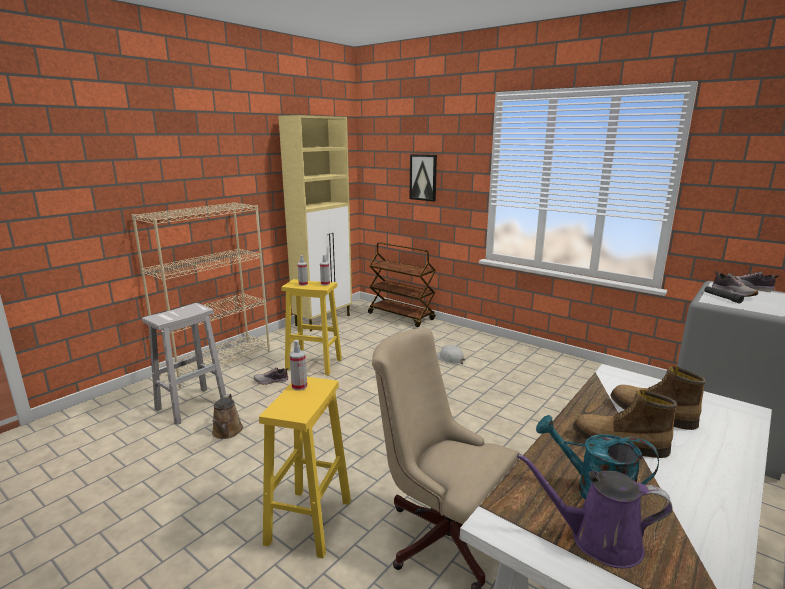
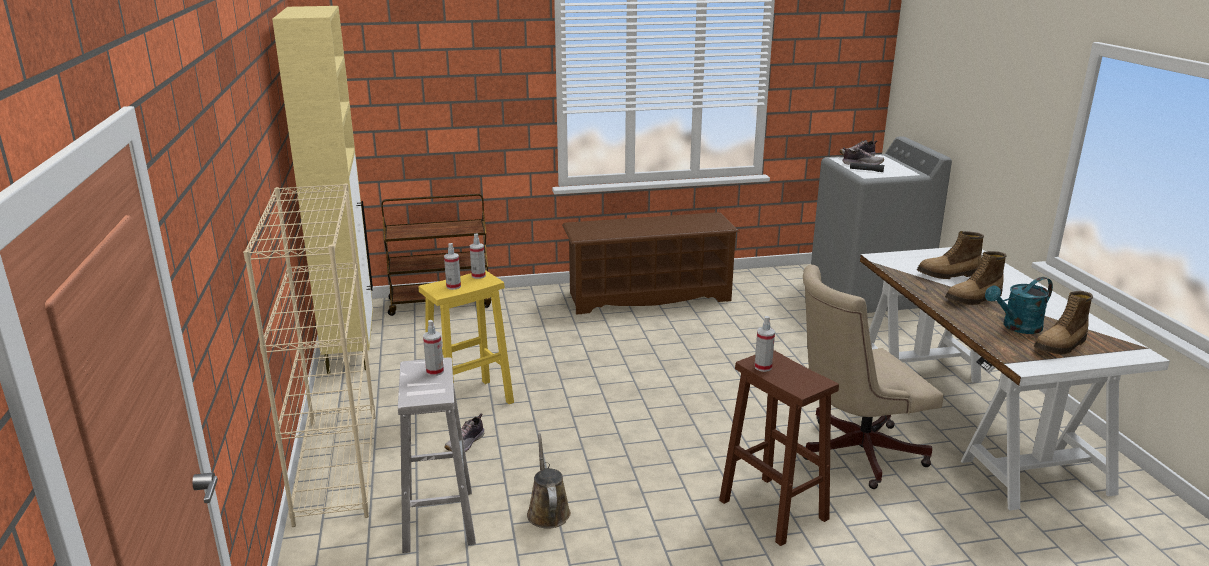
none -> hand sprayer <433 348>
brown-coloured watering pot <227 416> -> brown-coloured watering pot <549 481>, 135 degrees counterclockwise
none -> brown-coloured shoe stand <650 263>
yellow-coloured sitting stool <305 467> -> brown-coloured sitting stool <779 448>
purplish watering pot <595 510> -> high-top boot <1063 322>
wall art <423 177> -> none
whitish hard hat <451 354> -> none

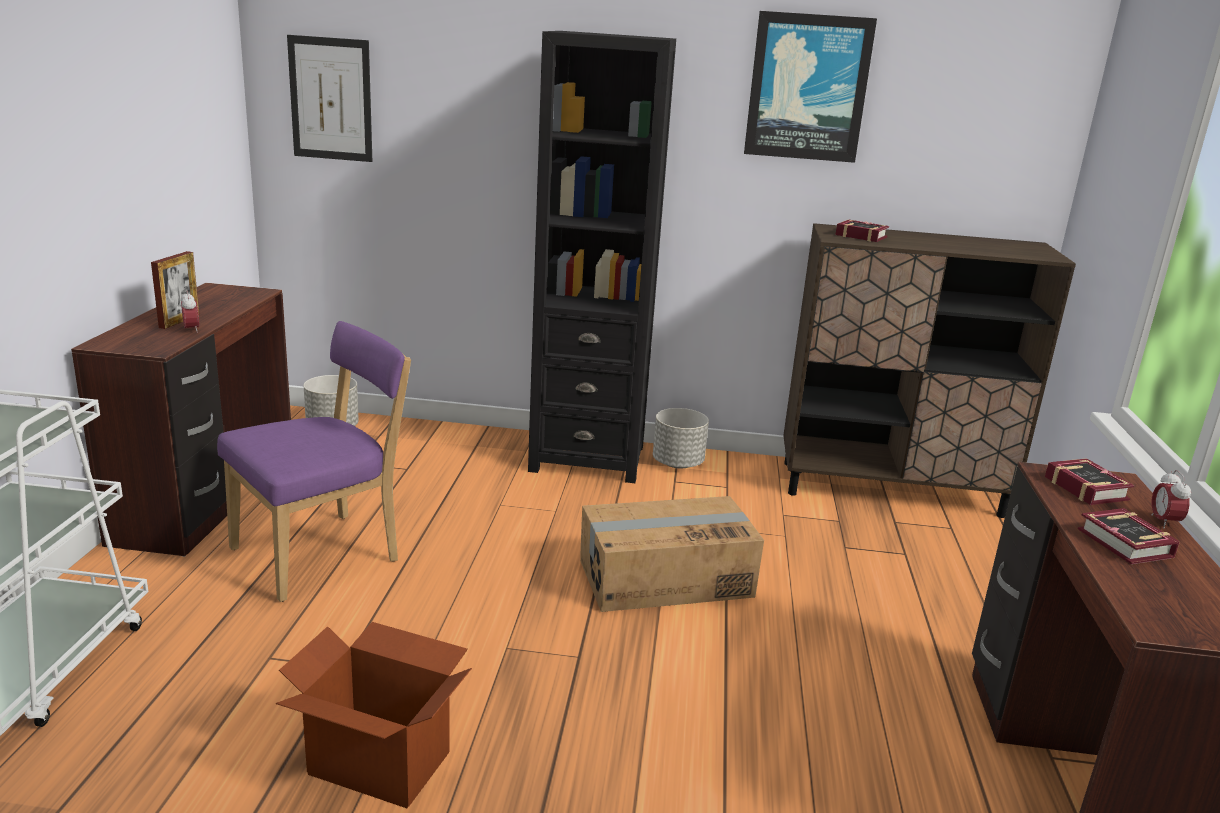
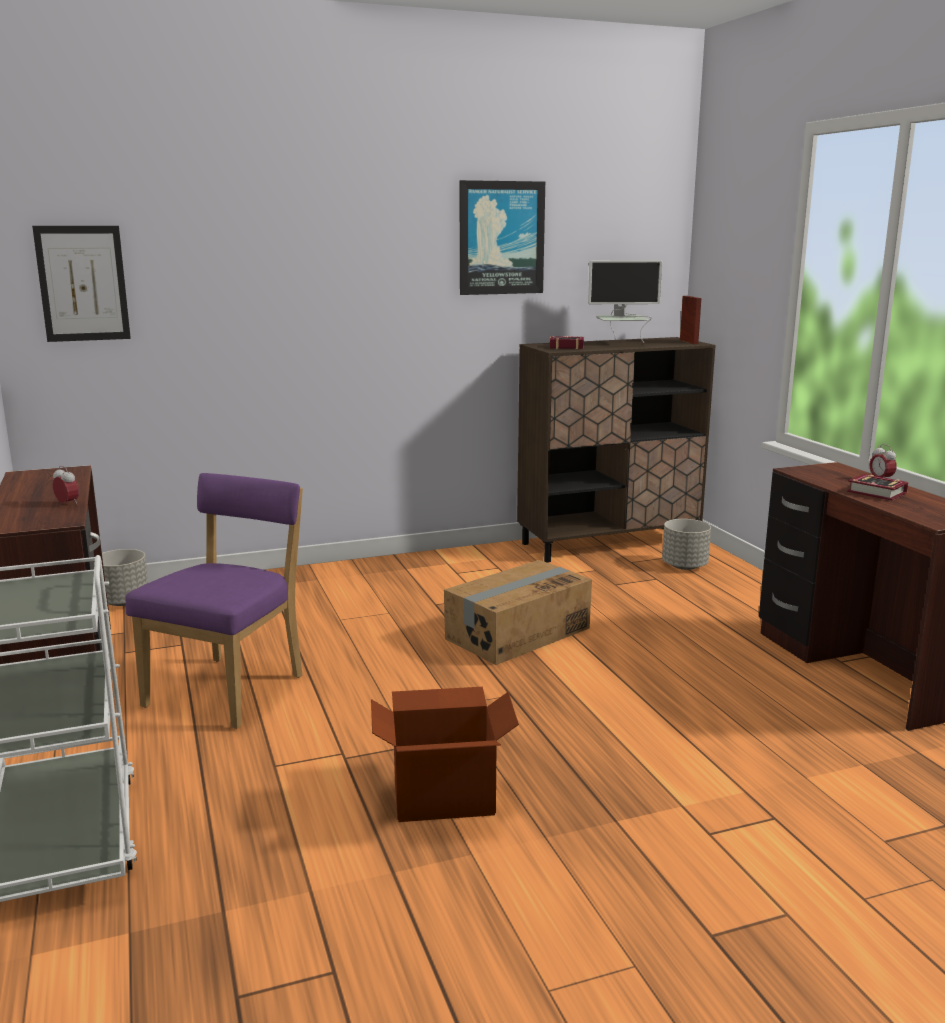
none -> computer screen <625 301>
grey plant pot <681 438> -> grey plant pot <686 544>, relocated
photo frame <175 290> -> photo frame <690 320>, relocated
black bookcase <602 257> -> none
volume <1089 481> -> none

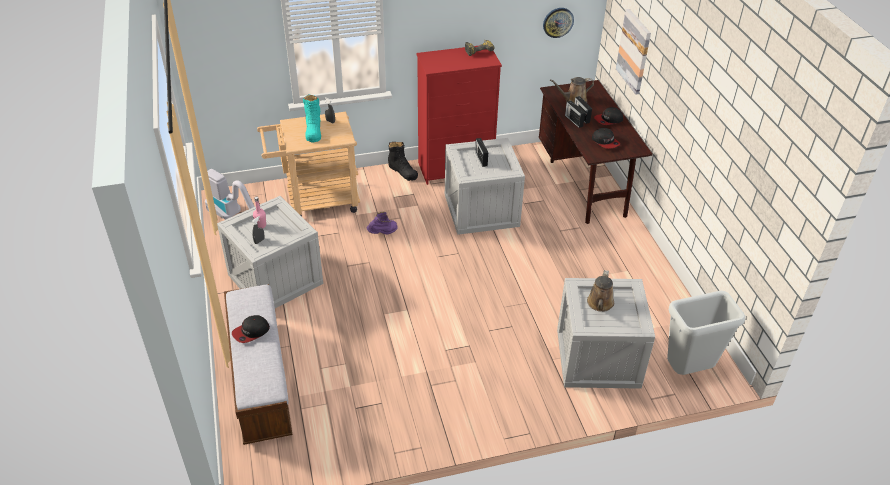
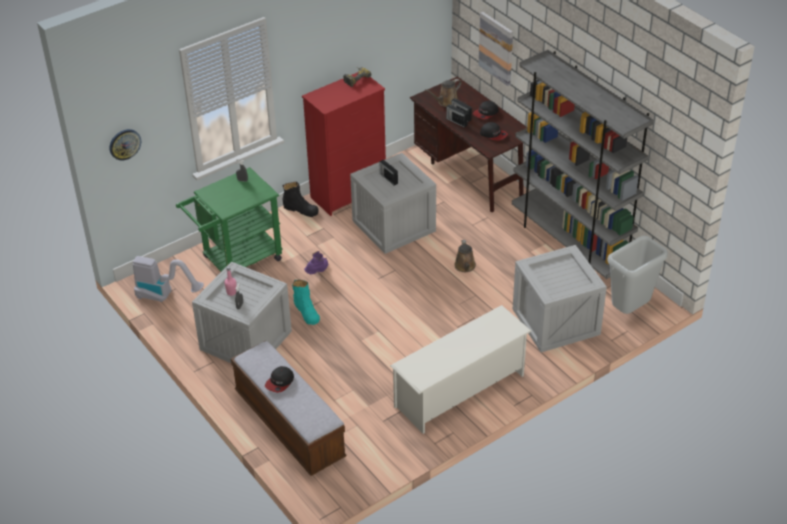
clock on the wall <558 23> -> clock on the wall <125 144>, relocated
beige-coloured wheeled cart <308 164> -> green-coloured wheeled cart <229 219>
blue-green high-top boot <312 118> -> blue-green high-top boot <306 302>, relocated
none -> whitish shoe stand <460 369>
brown-coloured watering pot <600 291> -> brown-coloured watering pot <465 256>, relocated
none -> grey bookcase <582 164>

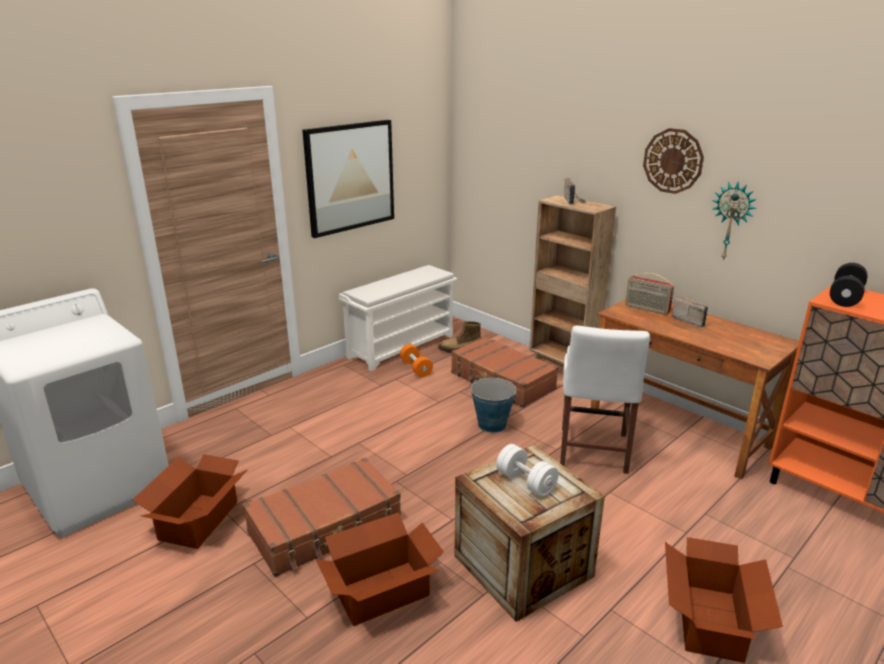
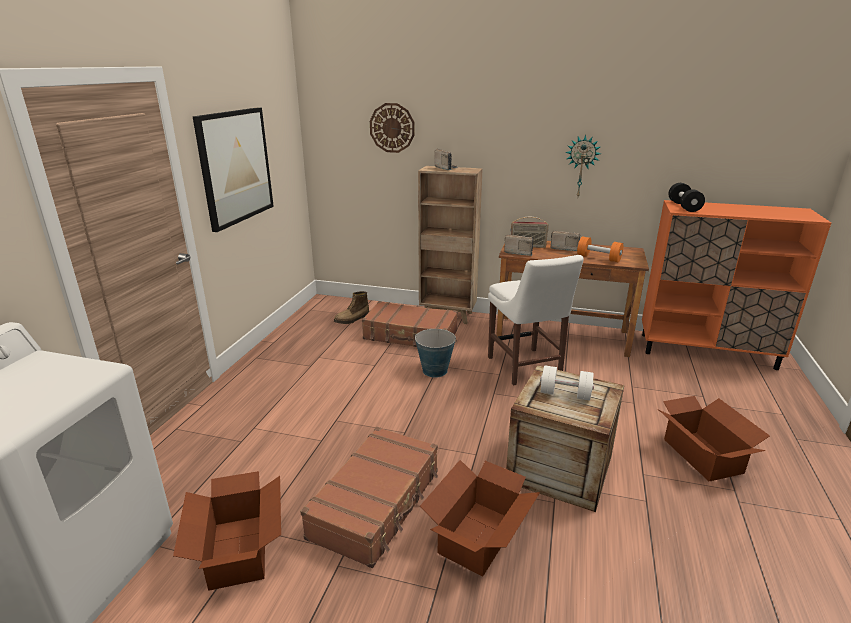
clock on the wall <673 161> -> clock on the wall <392 128>, relocated
none -> radio receiver <518 245>
orangey free weight <416 360> -> orangey free weight <600 249>, relocated
whitish shoe stand <398 318> -> none

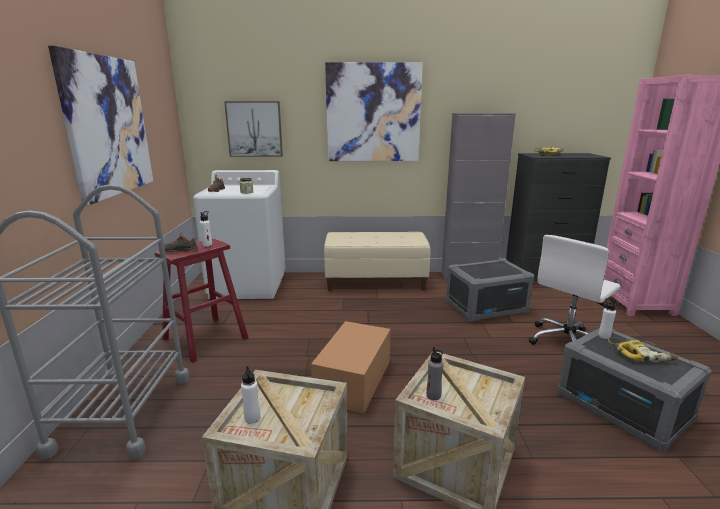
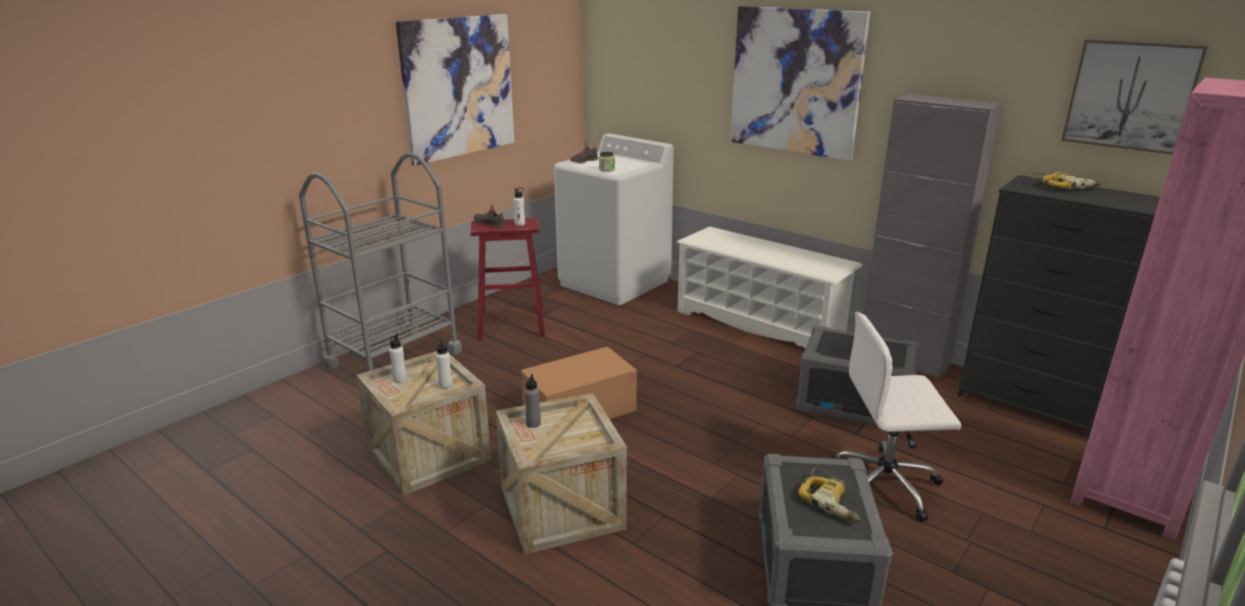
whitish beverage bottle <607 318> -> whitish beverage bottle <444 363>, relocated
beige-coloured long seat <377 261> -> whitish shoe stand <770 288>
wall art <253 129> -> wall art <1134 97>, relocated

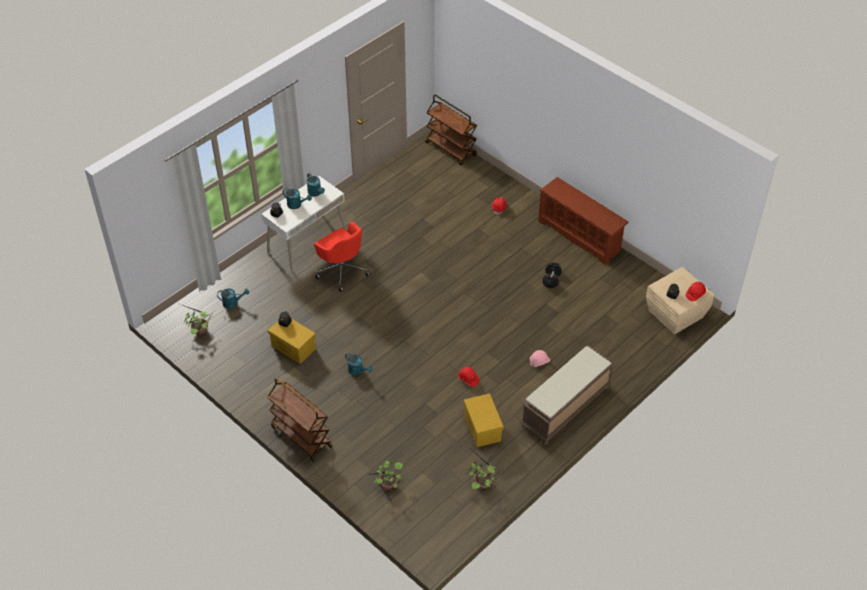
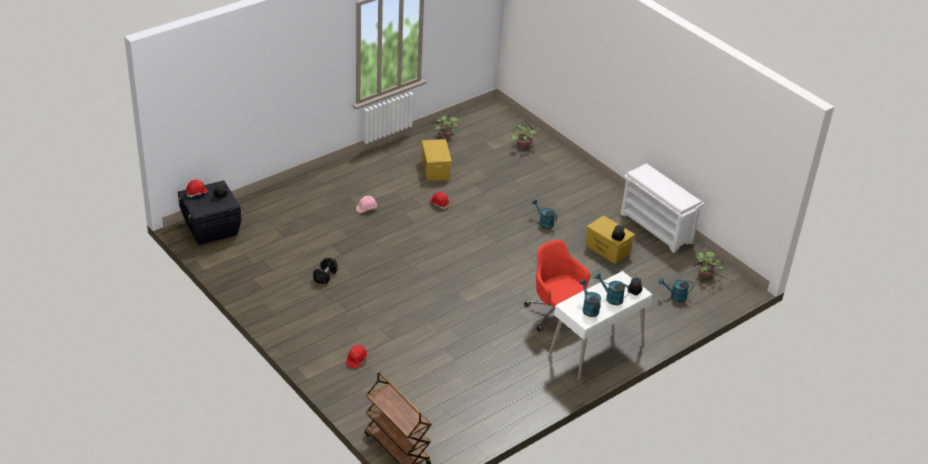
beige-coloured storage bin <680 300> -> black storage bin <209 212>
none -> whitish long seat <662 208>
brown-coloured wheeled cart <299 419> -> none
brown-coloured long seat <567 395> -> none
brown-coloured shoe stand <583 221> -> none

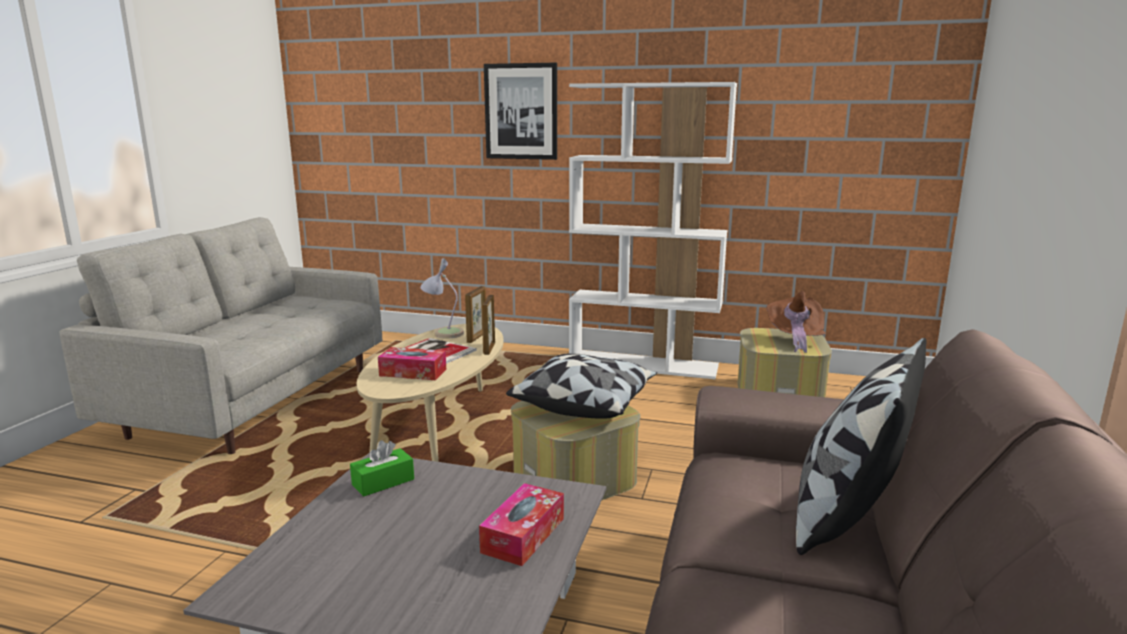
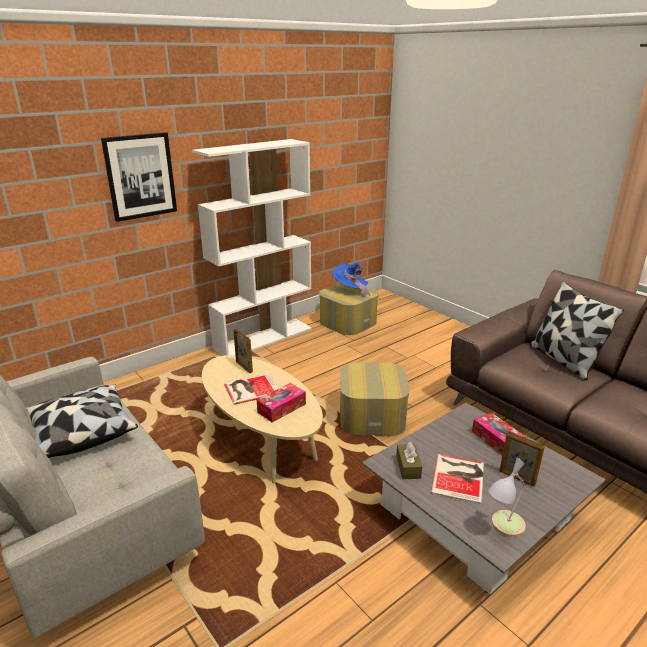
pillow <581 386> -> pillow <82 421>, relocated
brown-coloured clothing hat <796 322> -> blue-coloured clothing hat <351 280>
green-coloured tissue holder <382 468> -> brown-coloured tissue holder <409 460>
none -> volume <457 479>
table lamp <442 298> -> table lamp <507 498>, relocated
photo frame <488 325> -> photo frame <522 458>, relocated

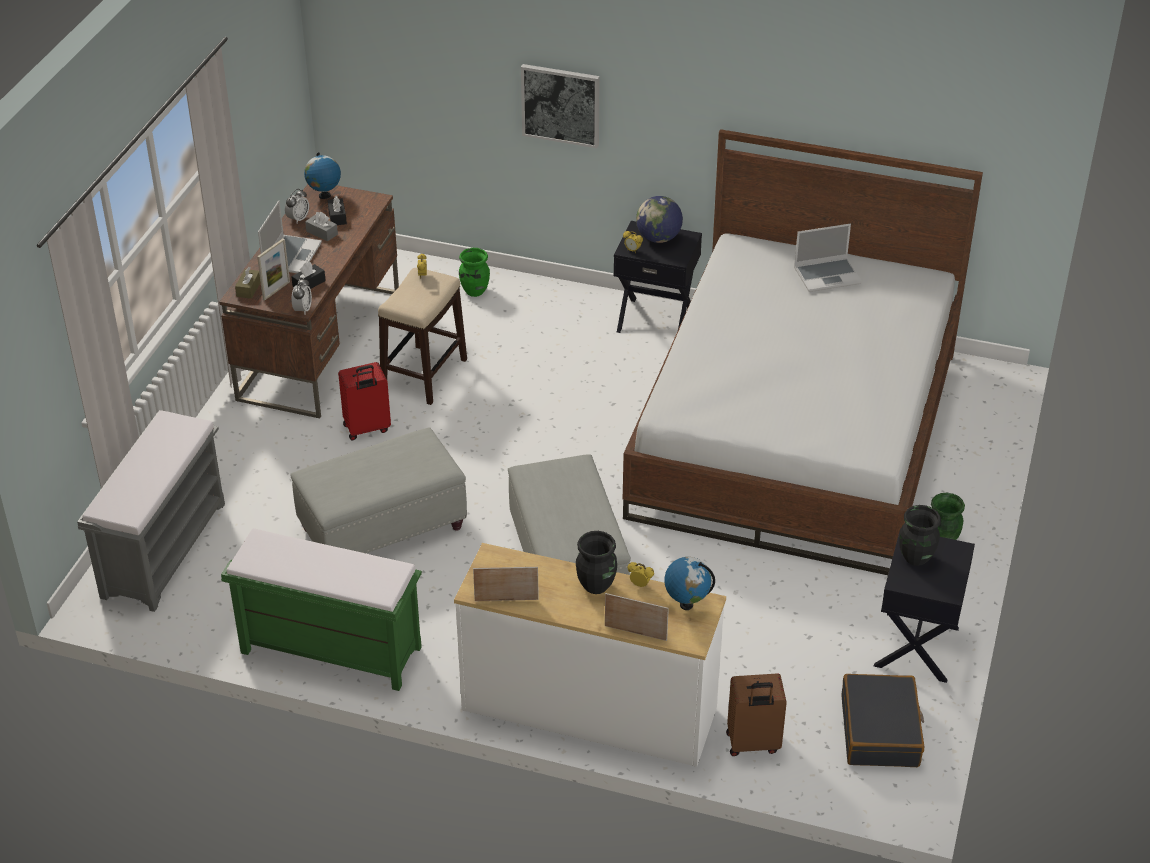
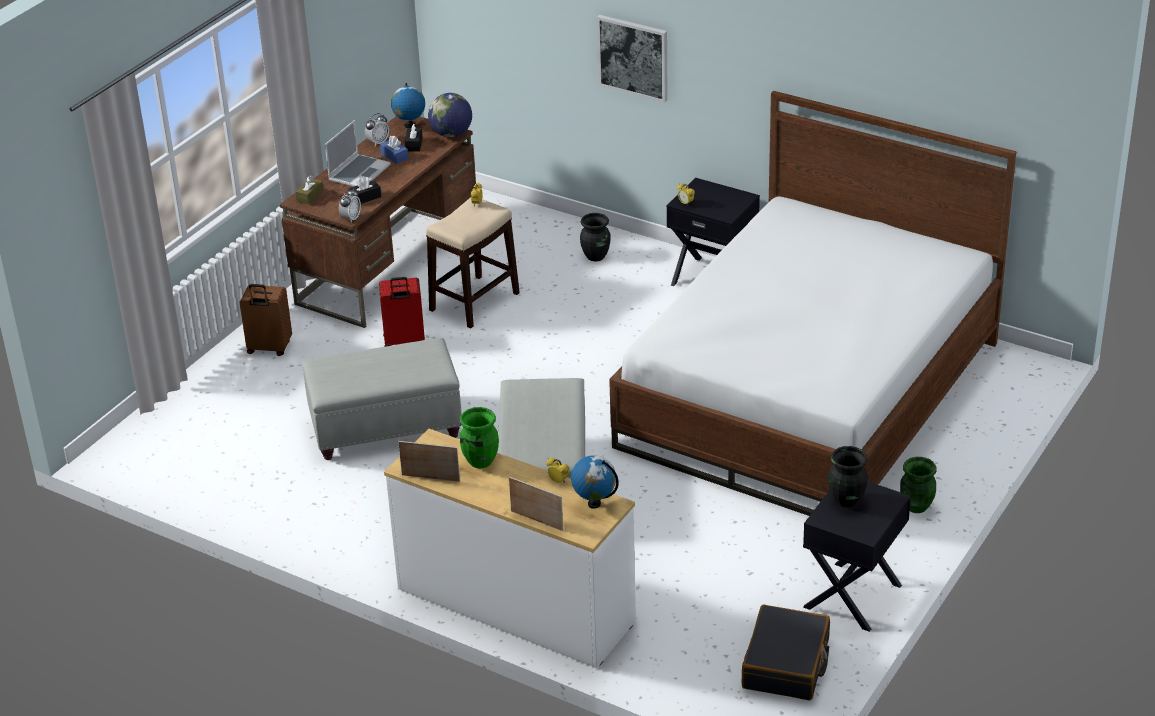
brown-coloured suitcase <756 714> -> brown-coloured suitcase <266 320>, relocated
grey tissue holder <321 226> -> blue-coloured tissue holder <394 150>
desk globe <659 219> -> desk globe <450 115>, relocated
green-coloured flower vase <474 272> -> green-coloured flower vase <479 437>, relocated
black flower vase <596 562> -> black flower vase <595 237>, relocated
grey long seat <151 511> -> none
green-coloured long seat <321 609> -> none
photo frame <273 269> -> none
notebook computer <828 258> -> none

